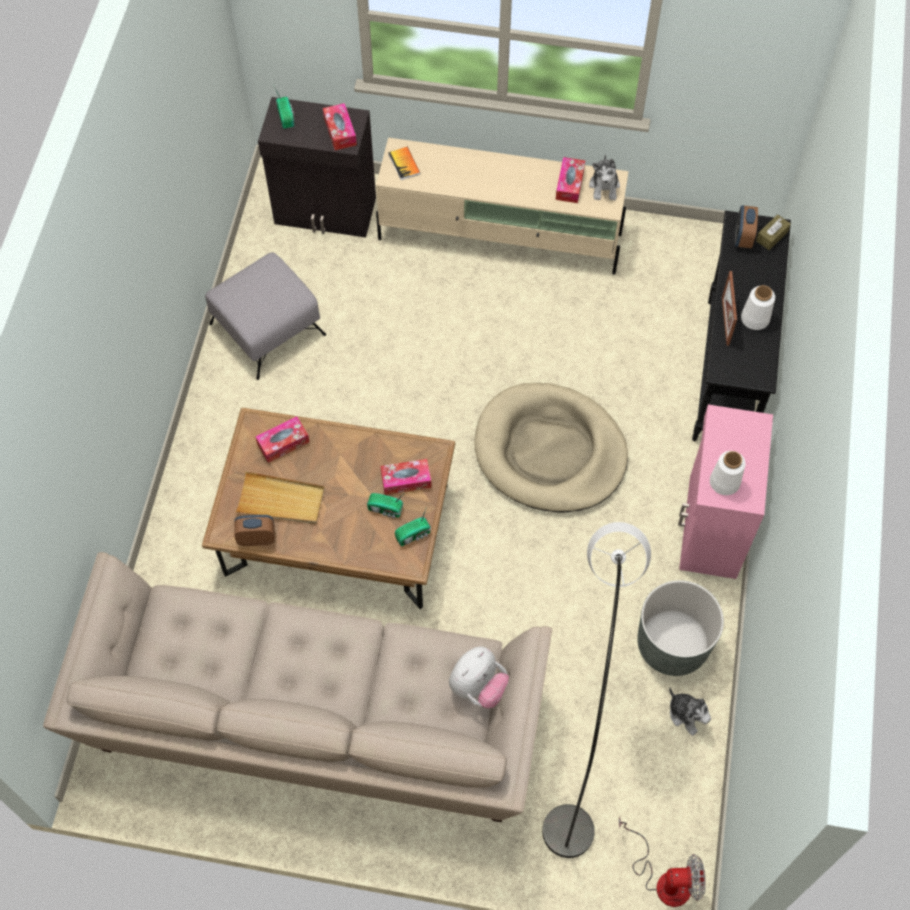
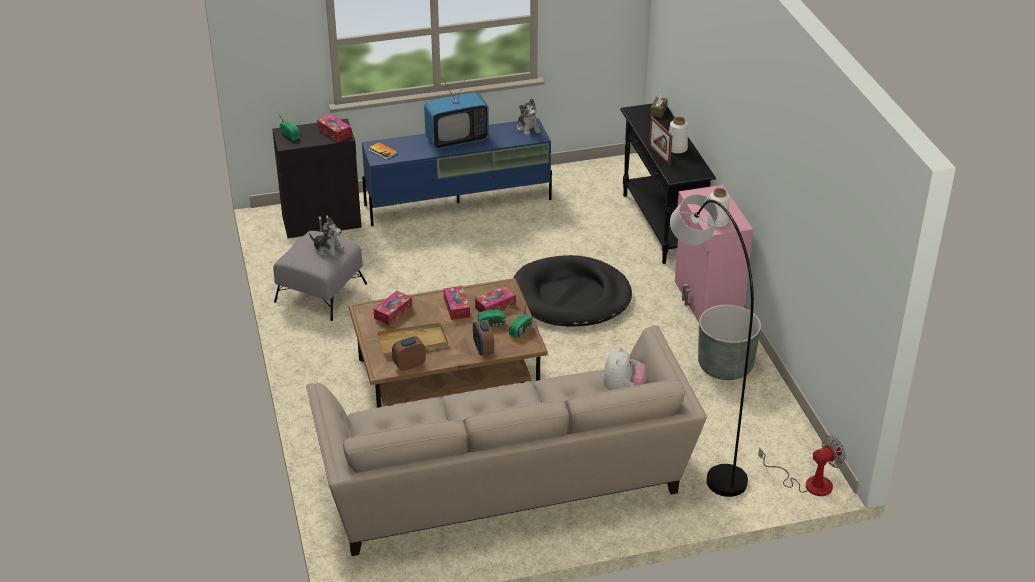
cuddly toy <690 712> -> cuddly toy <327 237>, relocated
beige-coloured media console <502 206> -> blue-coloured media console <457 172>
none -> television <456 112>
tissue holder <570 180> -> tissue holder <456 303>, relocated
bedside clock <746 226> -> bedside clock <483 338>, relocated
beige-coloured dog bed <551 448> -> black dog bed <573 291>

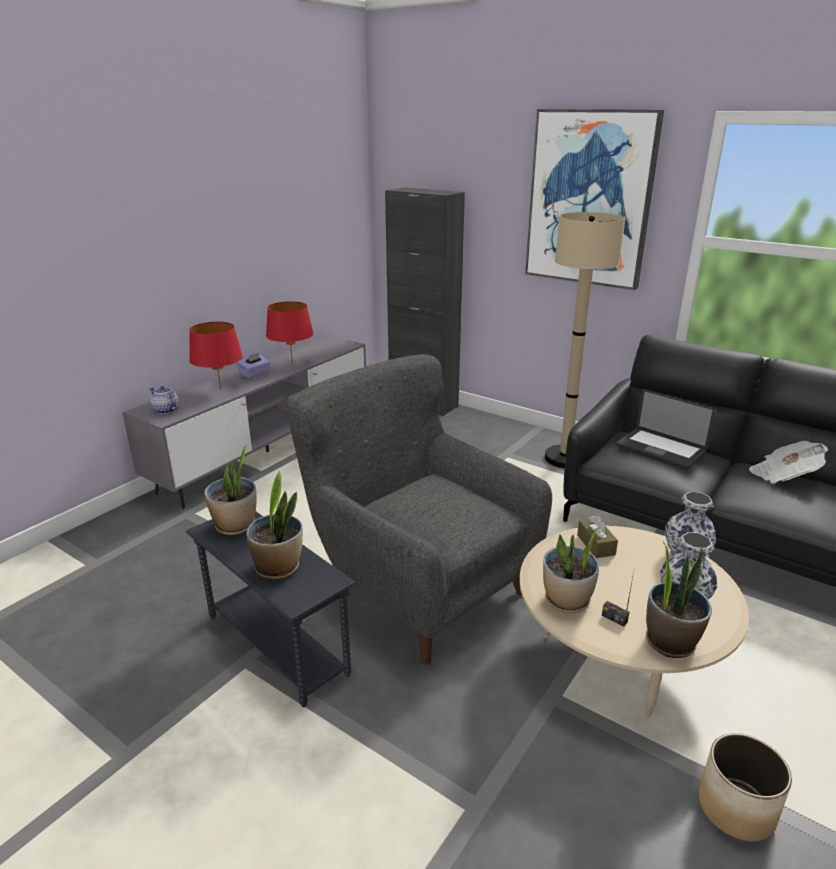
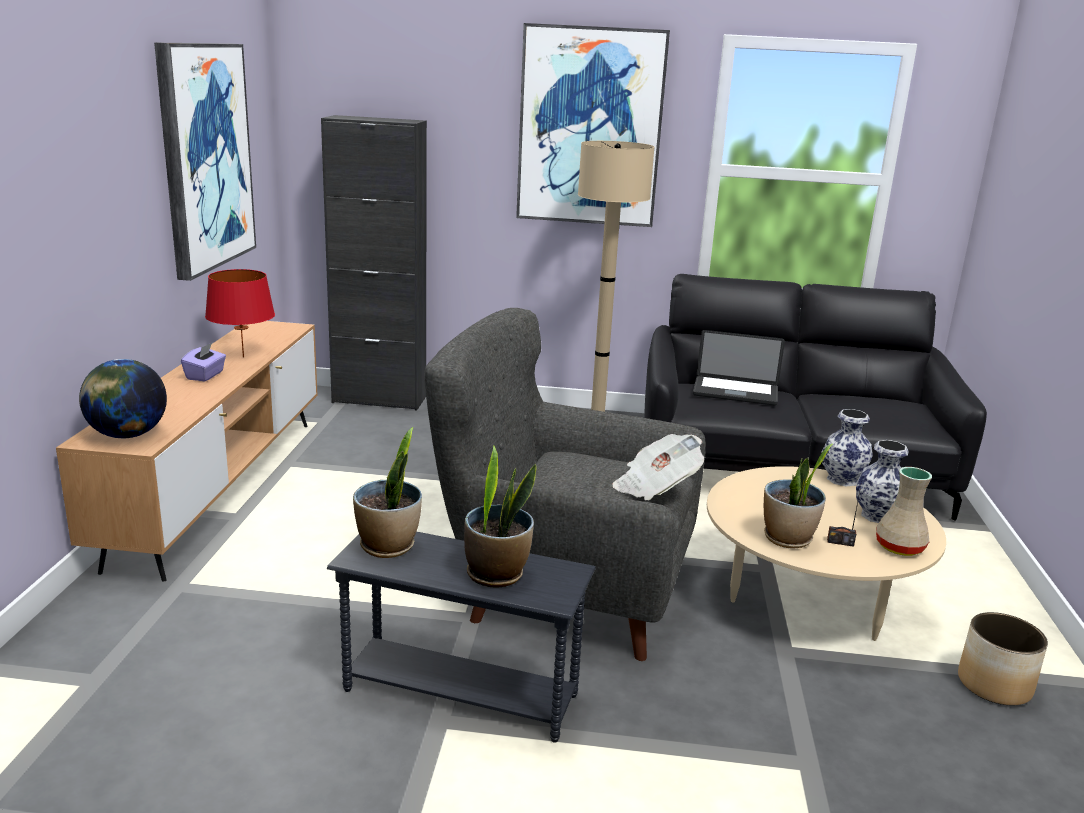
grey media console <244 422> -> brown-coloured media console <187 451>
teapot <164 400> -> desk globe <123 398>
none -> wall art <205 161>
daily paper <788 462> -> daily paper <659 467>, relocated
plant in a pot <679 600> -> beige-coloured flower vase <904 511>
red table lamp <216 356> -> none
brown-coloured tissue holder <597 536> -> none

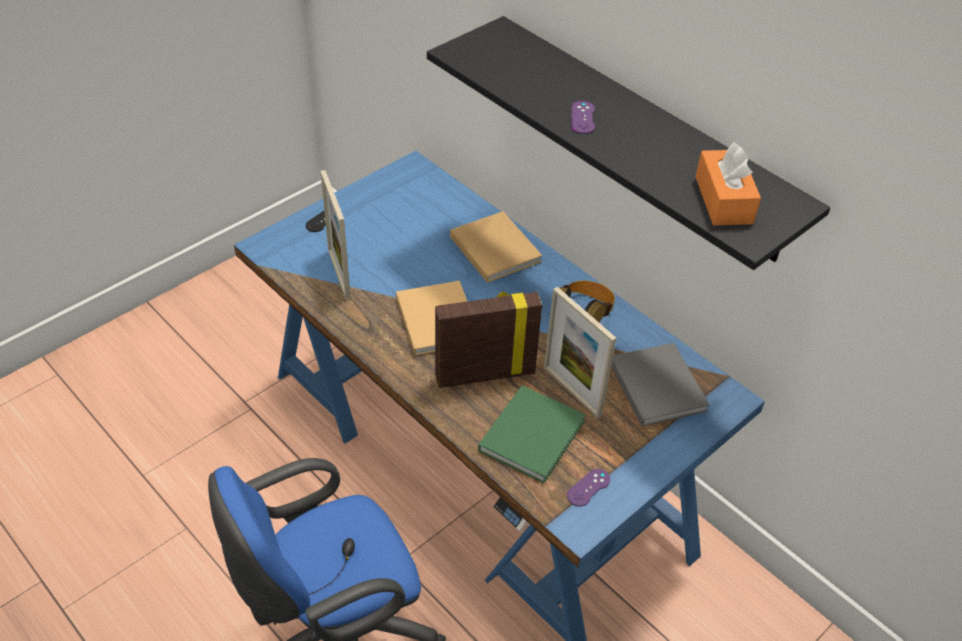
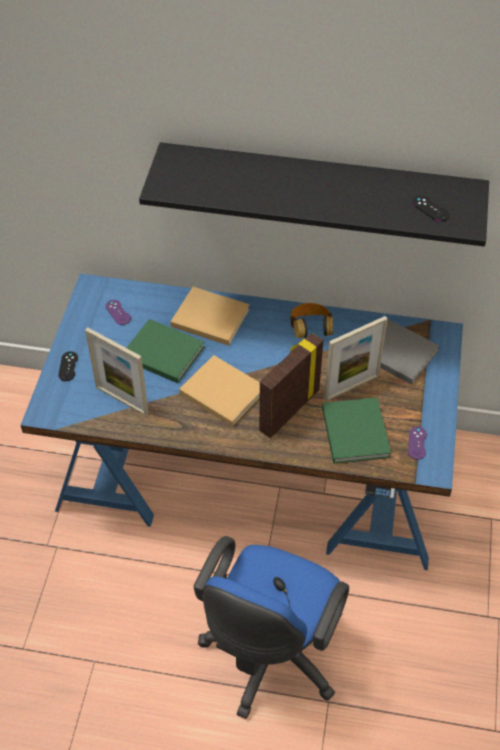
purplish game controller <583 117> -> purplish game controller <118 312>, relocated
none -> green-coloured volume <165 351>
photo frame <580 352> -> photo frame <356 358>, 45 degrees counterclockwise
orangey tissue holder <728 184> -> black game controller <431 209>

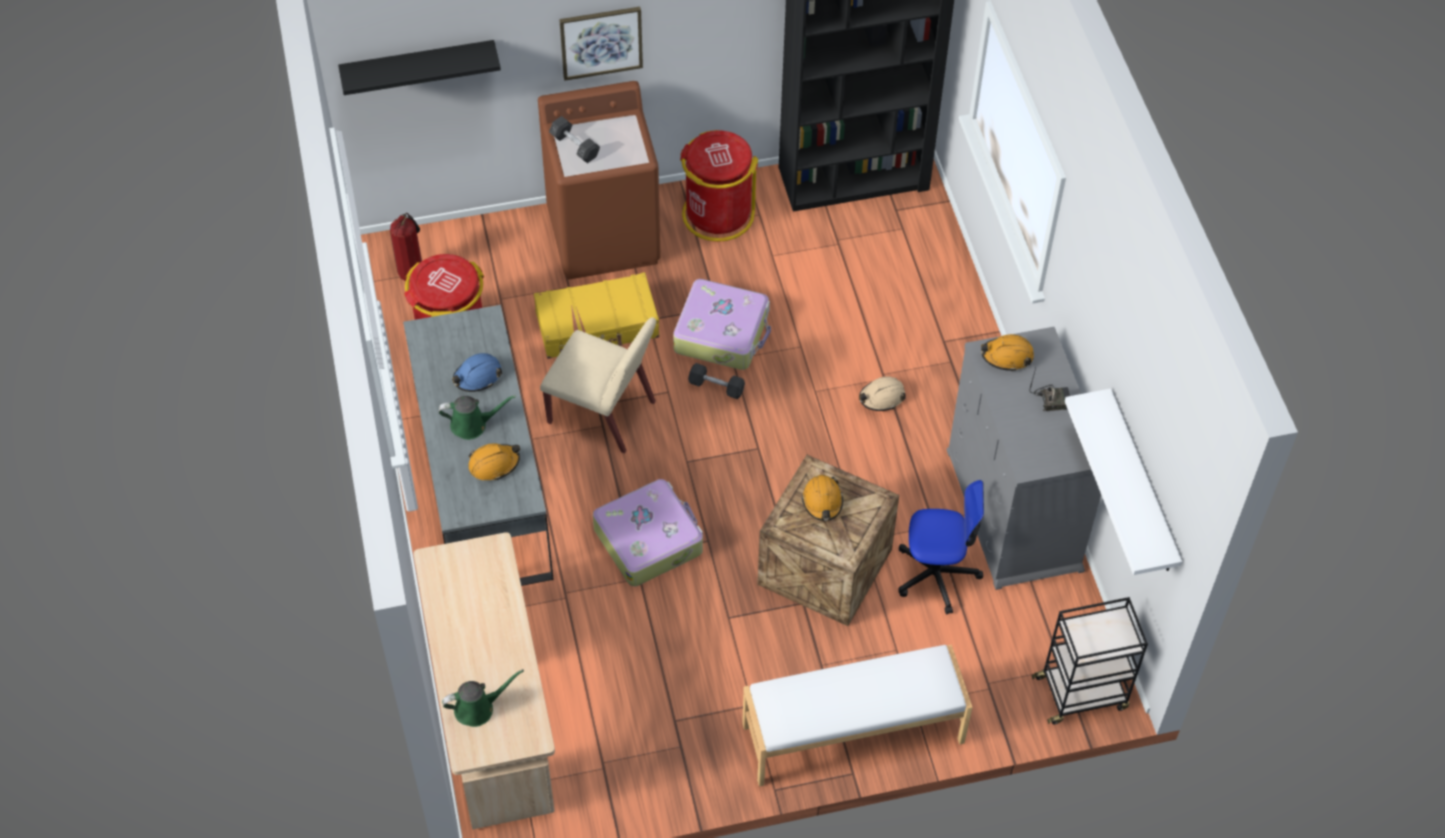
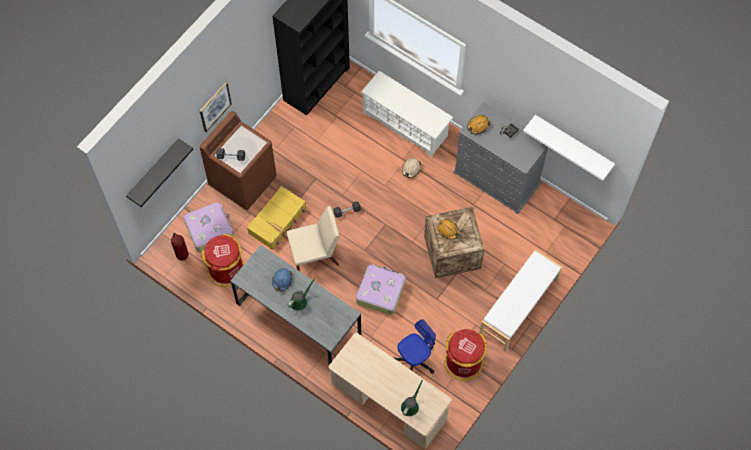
suitcase <722 324> -> suitcase <208 227>, relocated
none -> whitish shoe stand <407 114>
desk chair <941 547> -> desk chair <414 346>, relocated
red rubbish bin <719 185> -> red rubbish bin <465 355>, relocated
orangey hard hat <494 461> -> none
black wheeled cart <1090 660> -> none

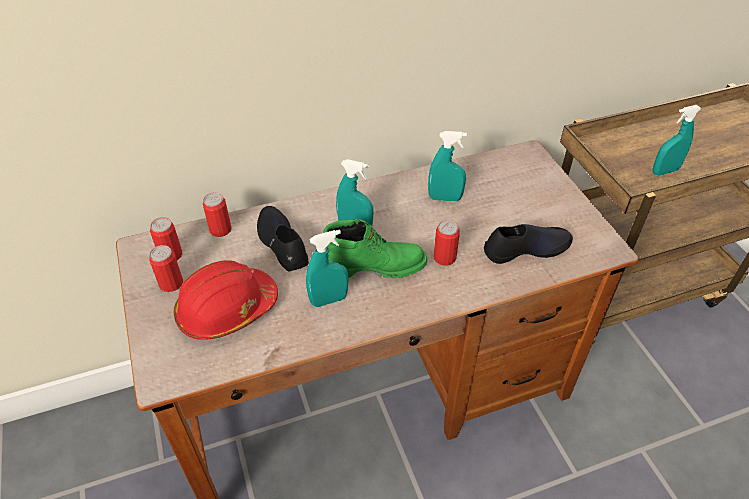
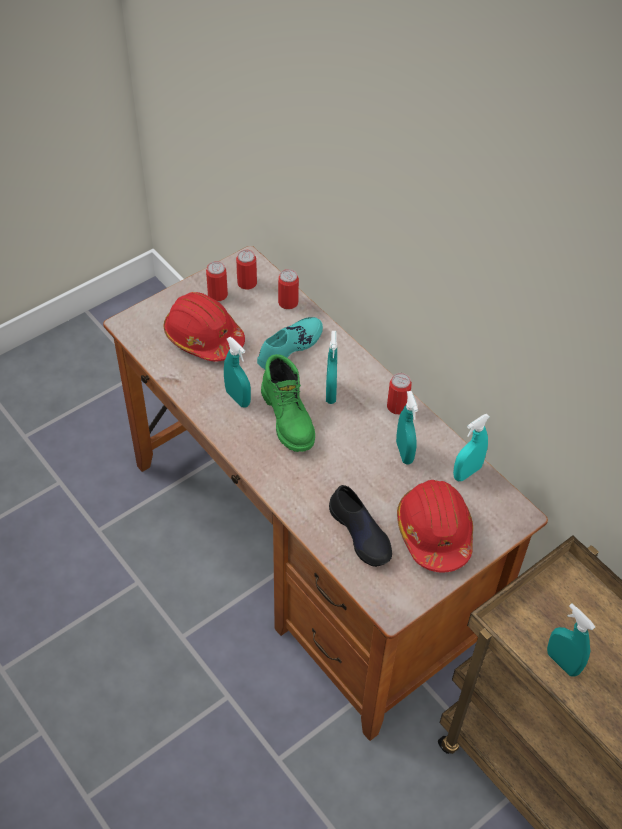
black item of footwear <283 238> -> blue-green item of footwear <290 343>
metal can <447 242> -> metal can <399 393>, relocated
none -> red hard hat <435 526>
none -> blue-green hand sprayer <471 447>

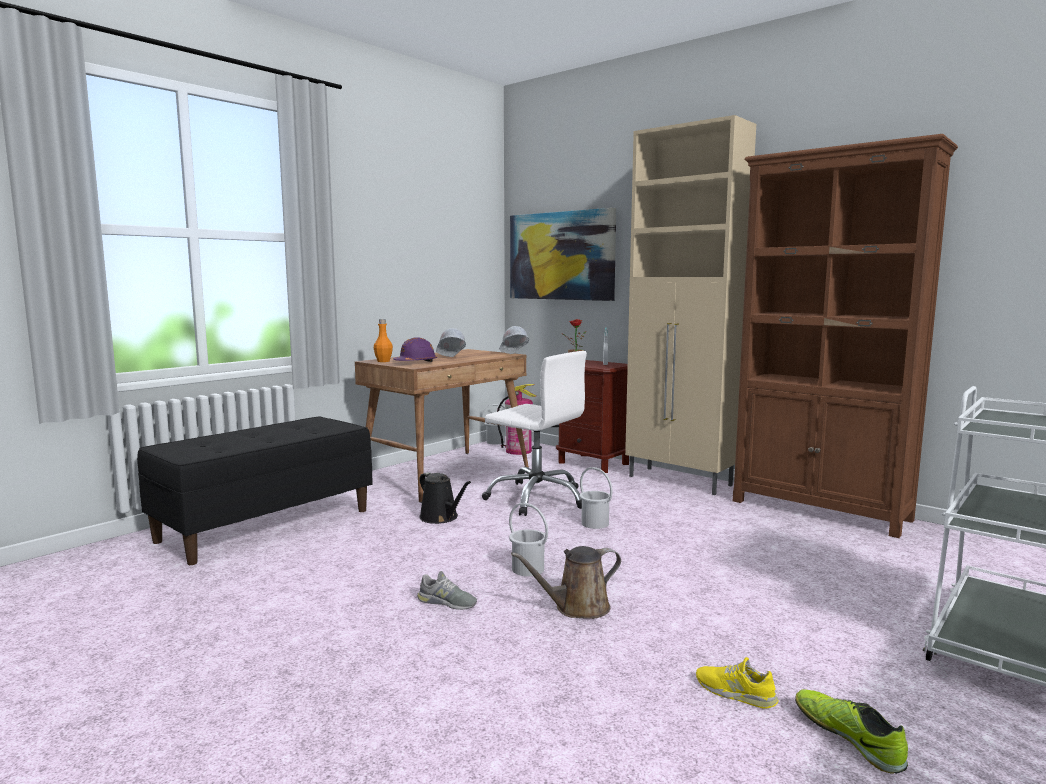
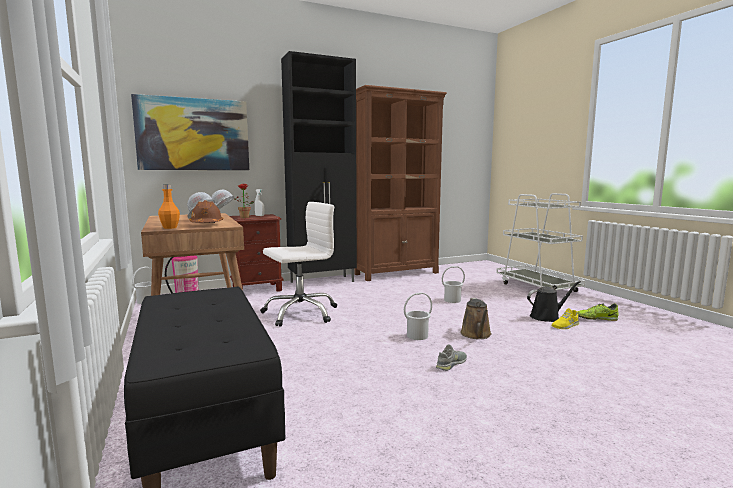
purplish hard hat <415 349> -> brown-coloured hard hat <206 211>
beige-coloured cabinet <690 305> -> black cabinet <319 167>
whitish bucket <596 498> -> whitish bucket <453 284>, relocated
black watering pot <445 498> -> black watering pot <554 301>, relocated

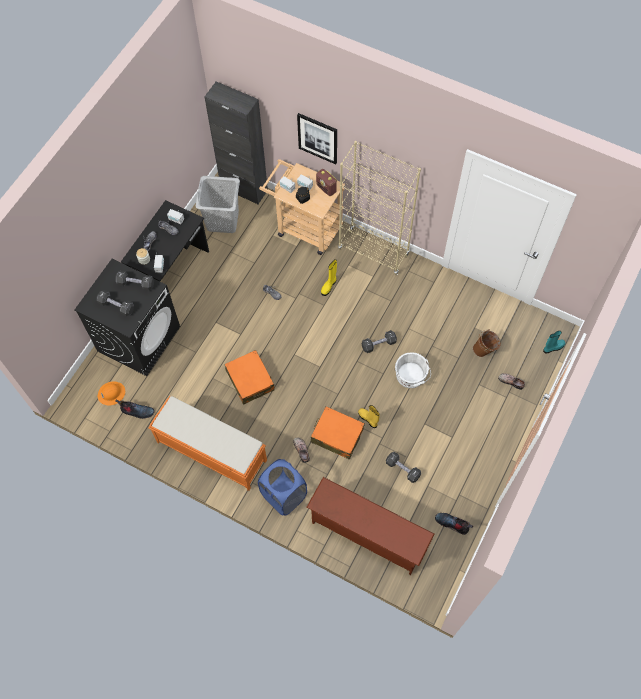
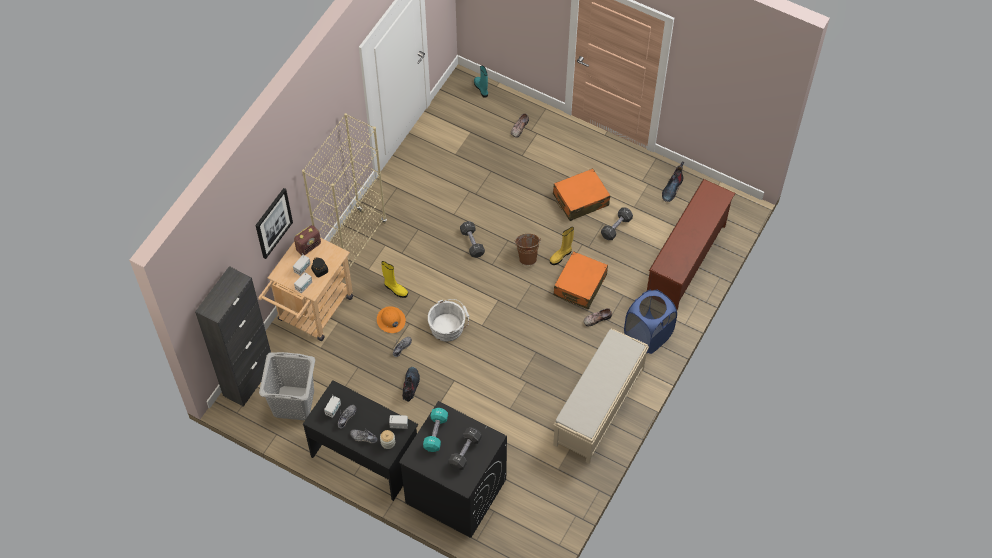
orangey hard hat <111 393> -> orangey hard hat <391 319>, relocated
high-top boot <134 409> -> high-top boot <411 384>, relocated
black free weight <134 281> -> blue-green free weight <435 430>
whitish bucket <413 370> -> whitish bucket <449 320>, relocated
brown-coloured bucket <487 343> -> brown-coloured bucket <528 249>, relocated
orangey suitcase <249 377> -> orangey suitcase <581 194>, relocated
orangey long seat <208 443> -> beige-coloured long seat <601 396>

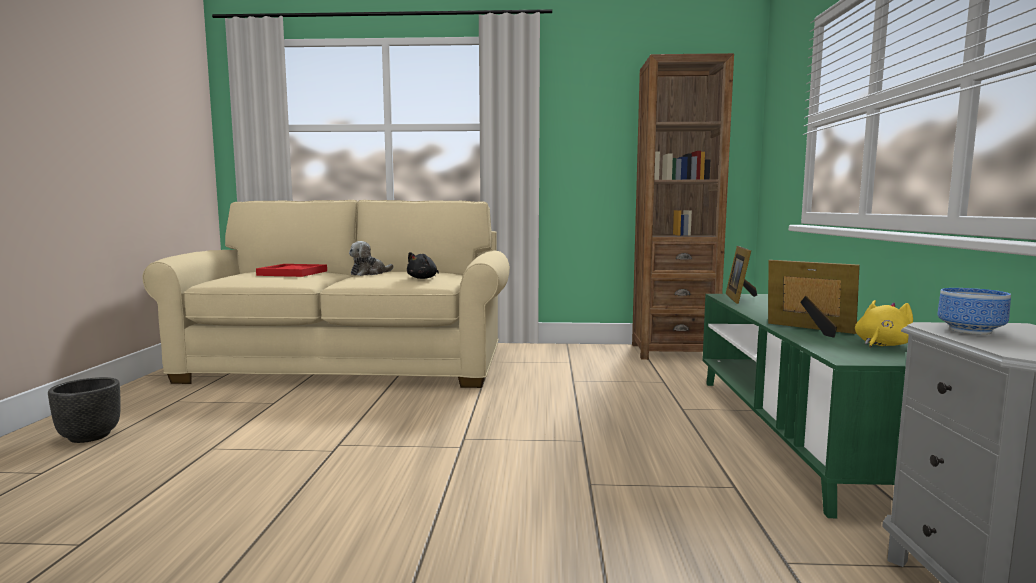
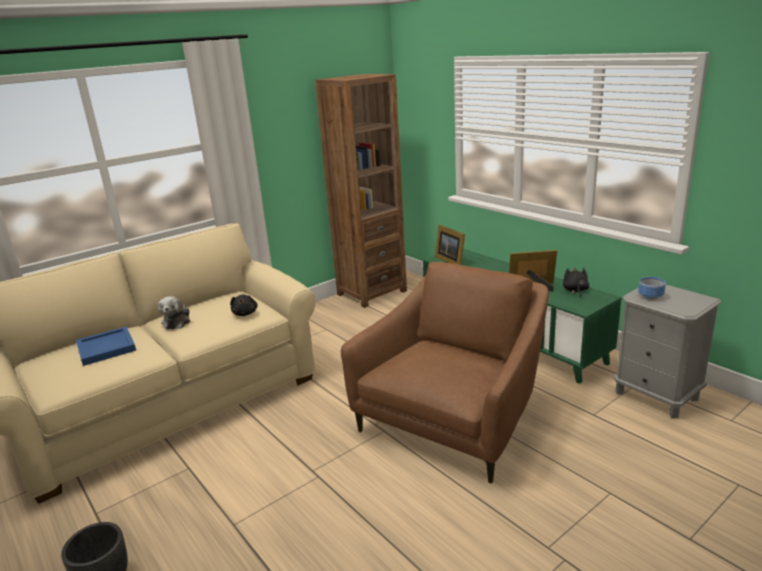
red carrying tray <291 270> -> blue-coloured carrying tray <106 346>
none -> brown-coloured armchair <445 373>
yellow-coloured cuddly toy <884 324> -> black cuddly toy <576 282>

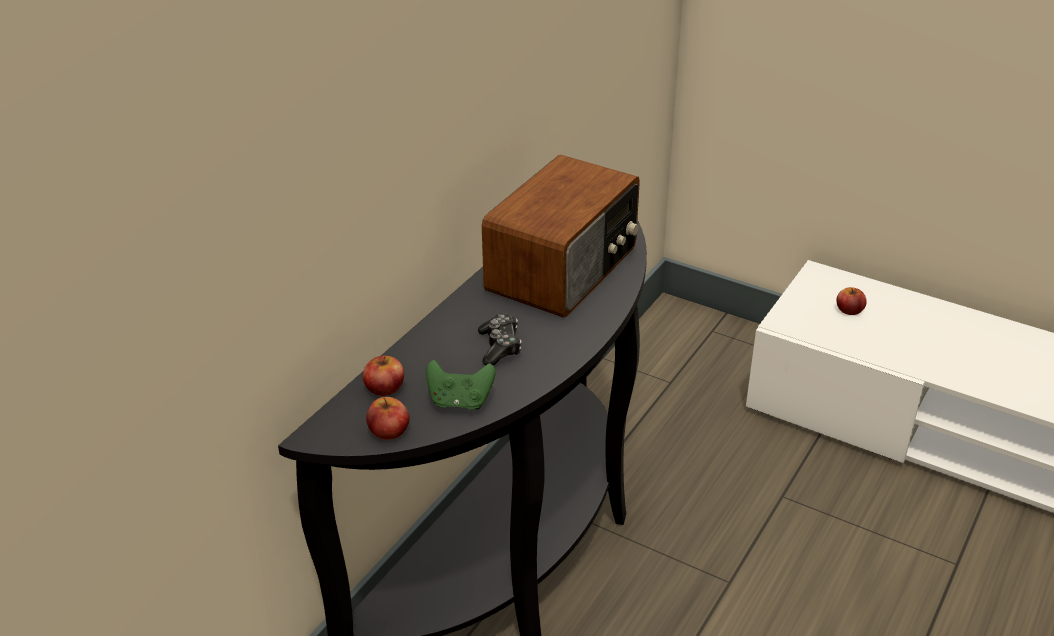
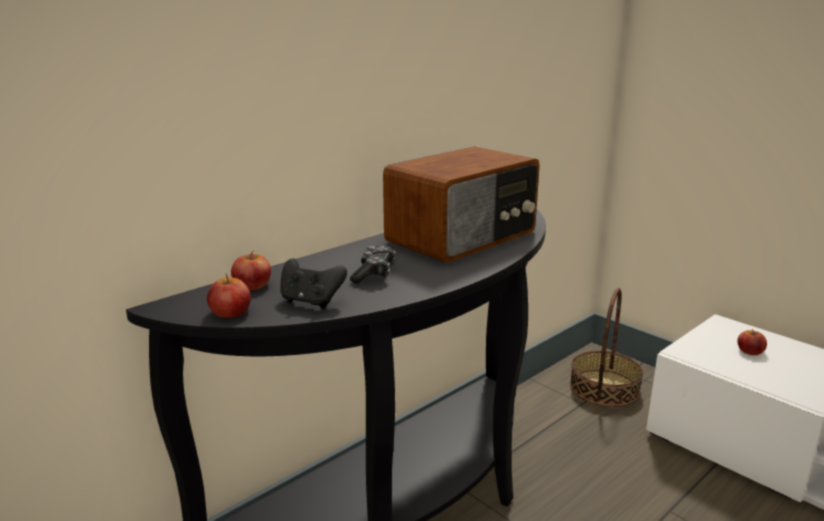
green-coloured game controller <461 385> -> black game controller <313 283>
none -> household basket <606 347>

